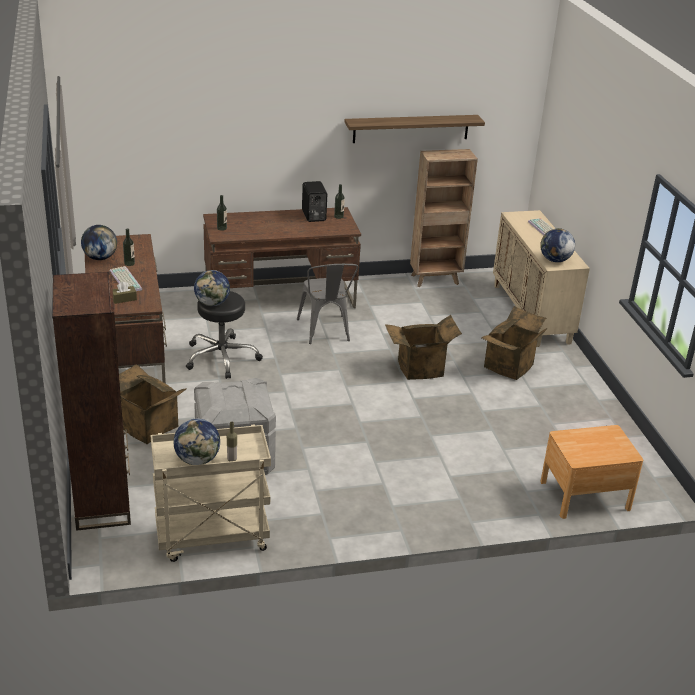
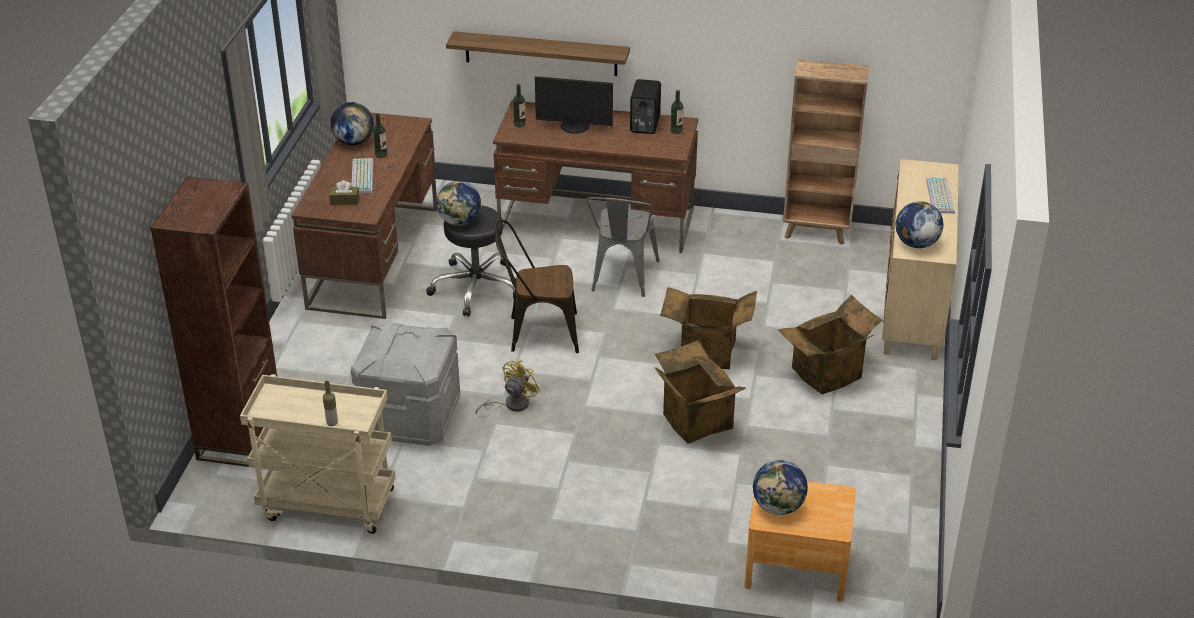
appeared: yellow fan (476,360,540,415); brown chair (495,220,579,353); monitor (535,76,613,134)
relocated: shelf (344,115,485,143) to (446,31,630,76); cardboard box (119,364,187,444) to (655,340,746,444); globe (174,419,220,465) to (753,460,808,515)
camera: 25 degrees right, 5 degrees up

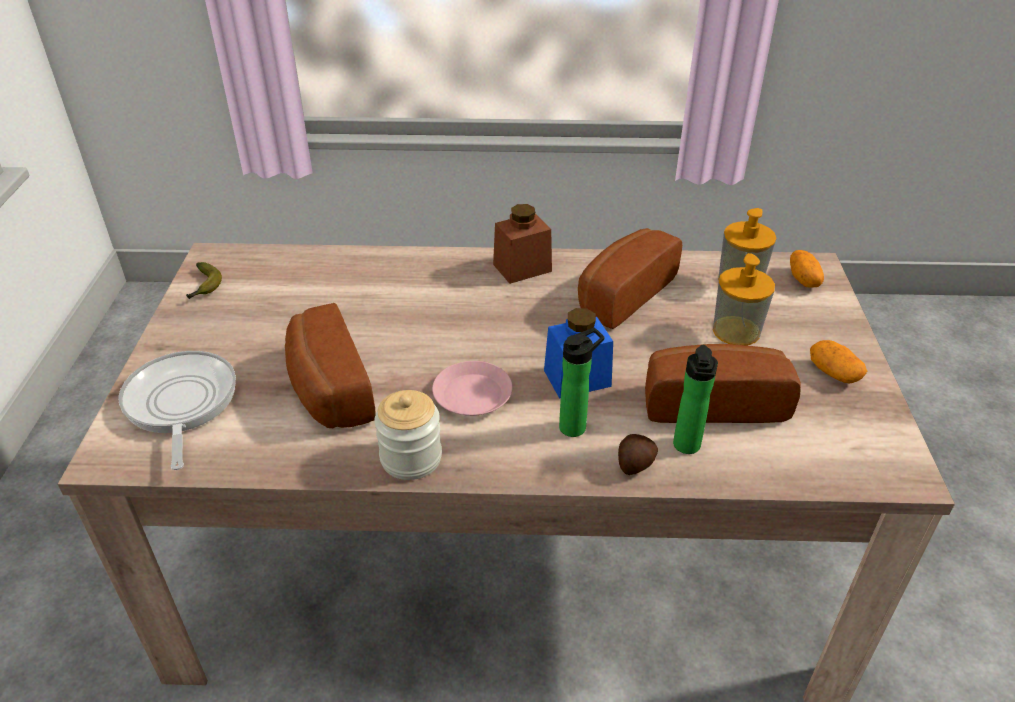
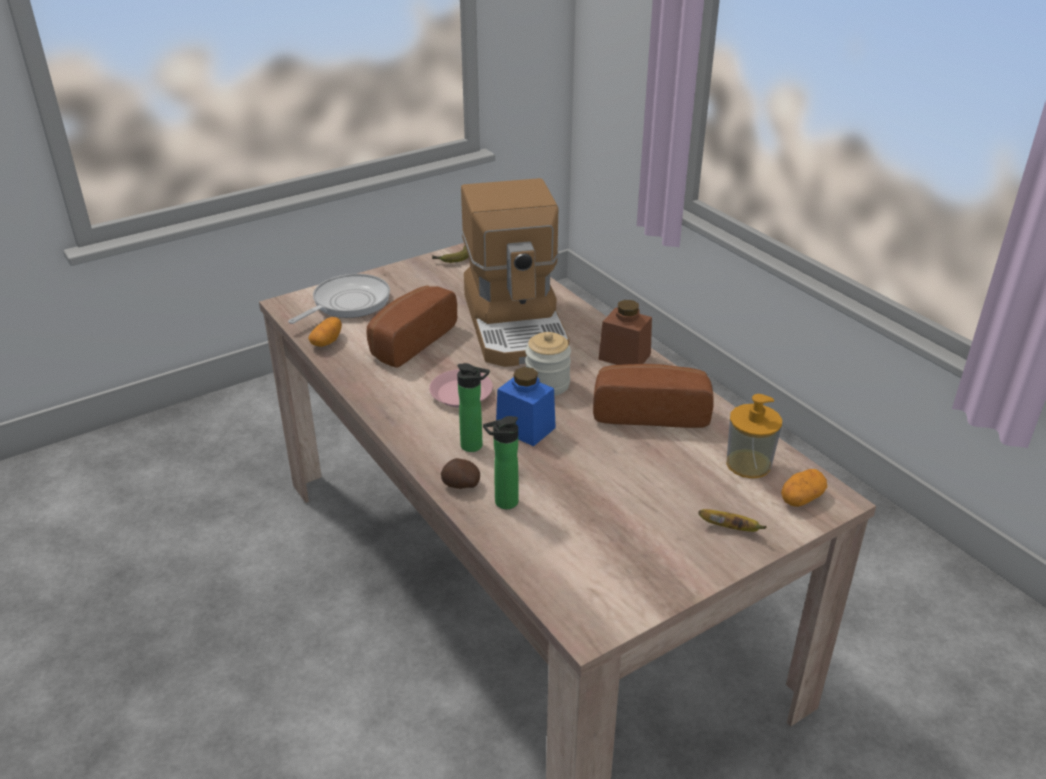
missing: bread (645,344,801,423); soap dispenser (713,253,775,346)
appeared: coffee machine (461,178,569,367); banana (699,509,767,532)
relocated: potato (810,340,867,383) to (308,317,342,347); jar (374,390,442,480) to (525,332,571,396)
camera: 55 degrees right, 5 degrees down

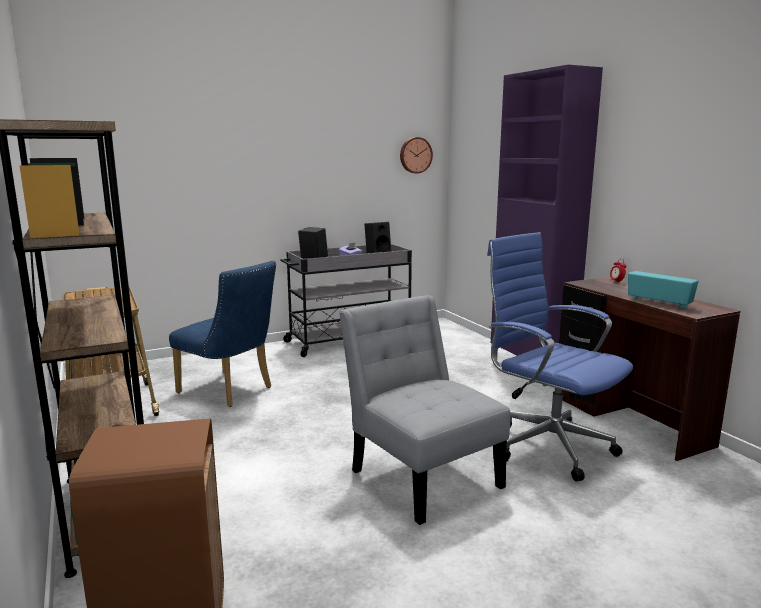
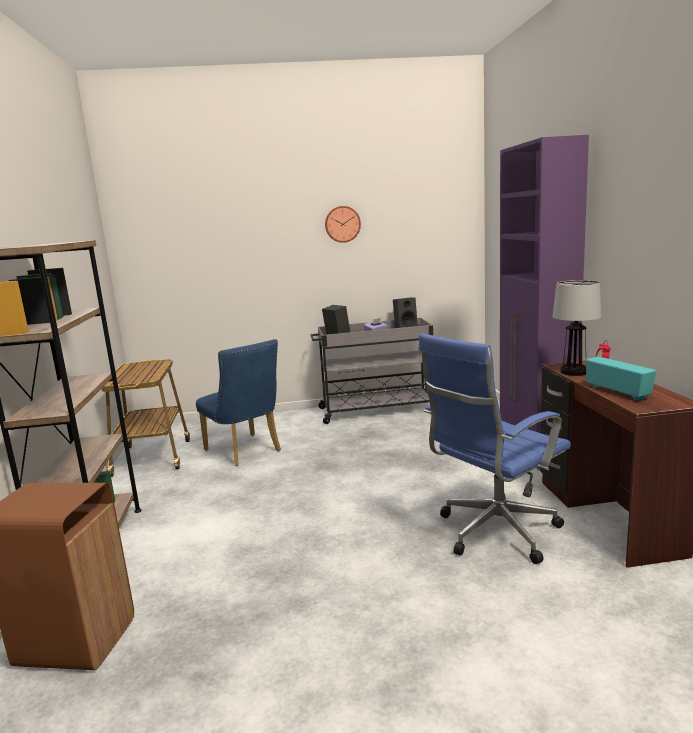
missing: grey chair (339,295,510,525)
appeared: table lamp (553,280,601,376)
relocated: wall clock (400,137,433,174) to (325,206,361,243)
spun: blue office chair (487,232,633,482) = (418,333,571,564) 105 degrees counterclockwise
camera: 20 degrees right, 0 degrees up

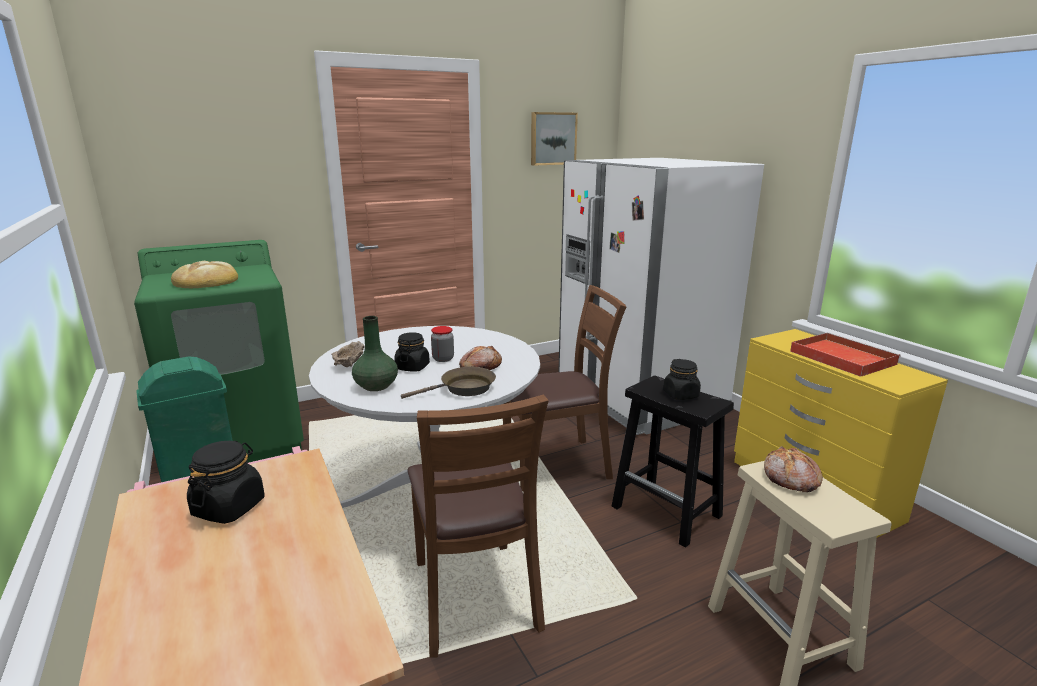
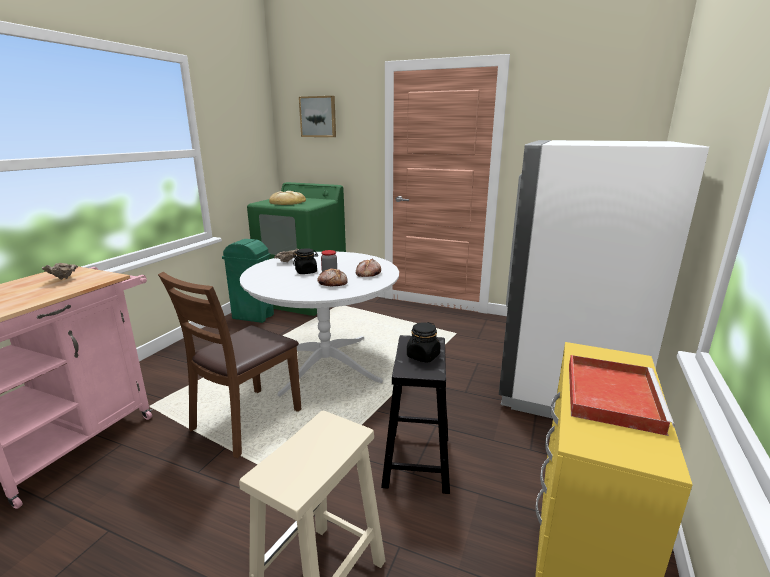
missing: green vase (352,316,398,391); brown frying pan (401,367,496,399); brown chair (503,285,626,491)
relocated: picture (531,112,578,166) to (299,96,336,137); bread (764,446,823,492) to (356,259,381,277)
exchanged: black jar (187,441,265,524) to beige bowl (42,263,78,280)
camera: 50 degrees right, 0 degrees up

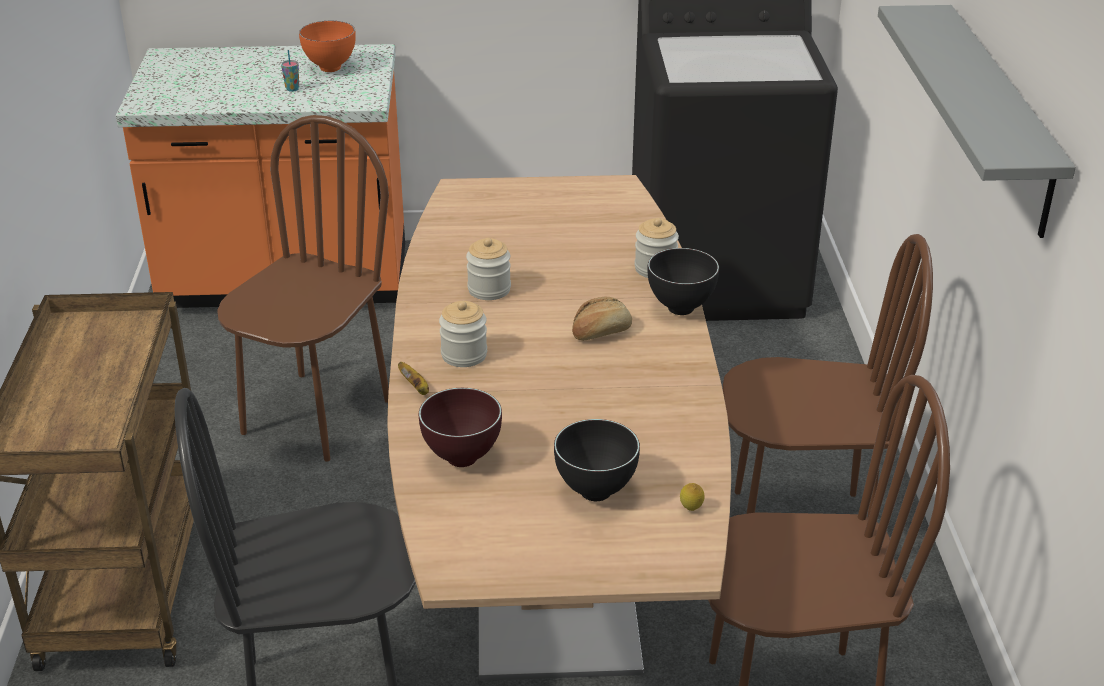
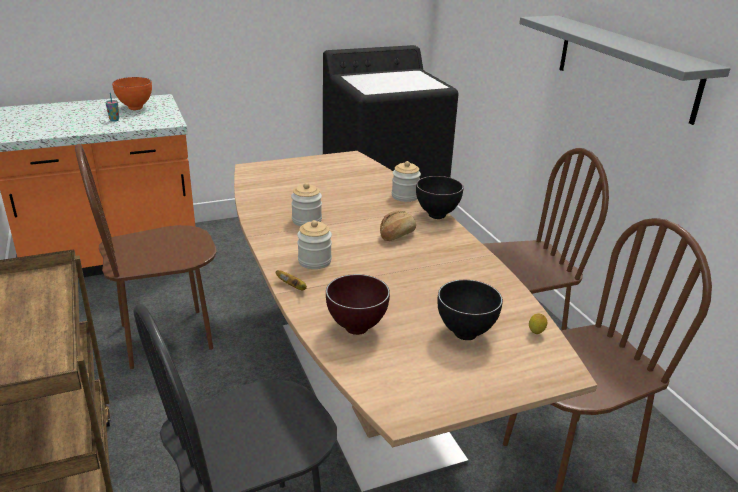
spun: brown chair (217,115,389,462) = (75,144,217,369) 120 degrees counterclockwise
camera: 20 degrees left, 5 degrees down

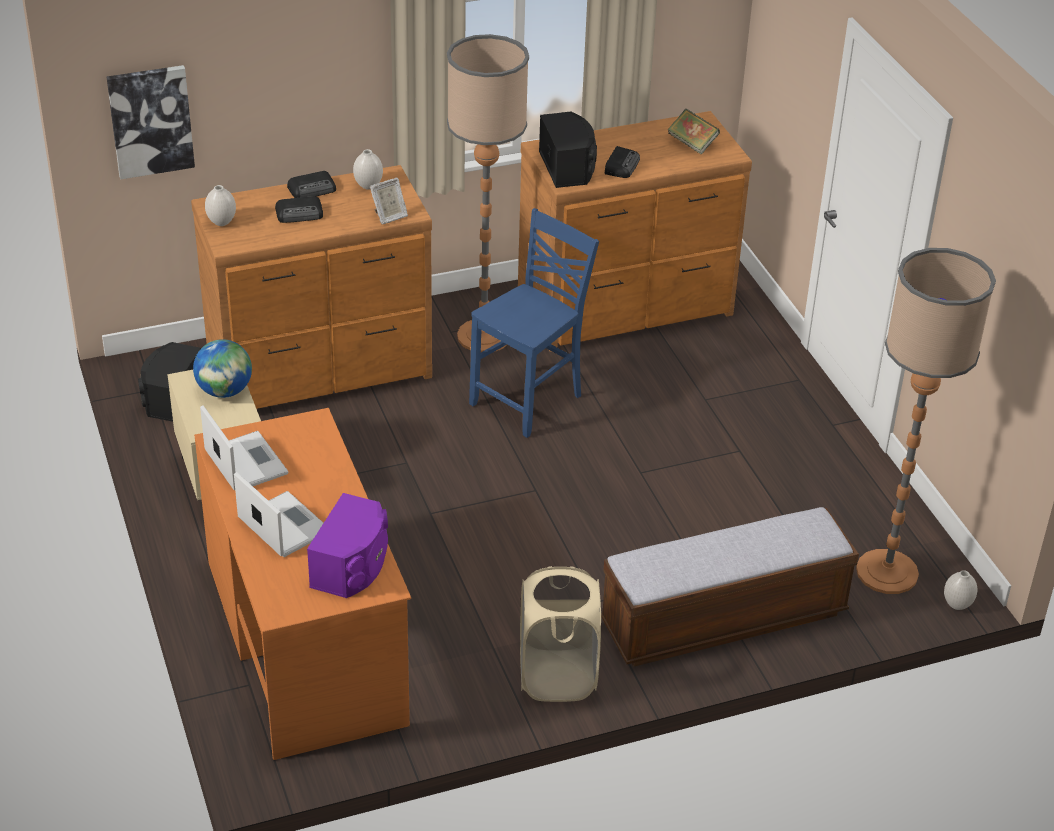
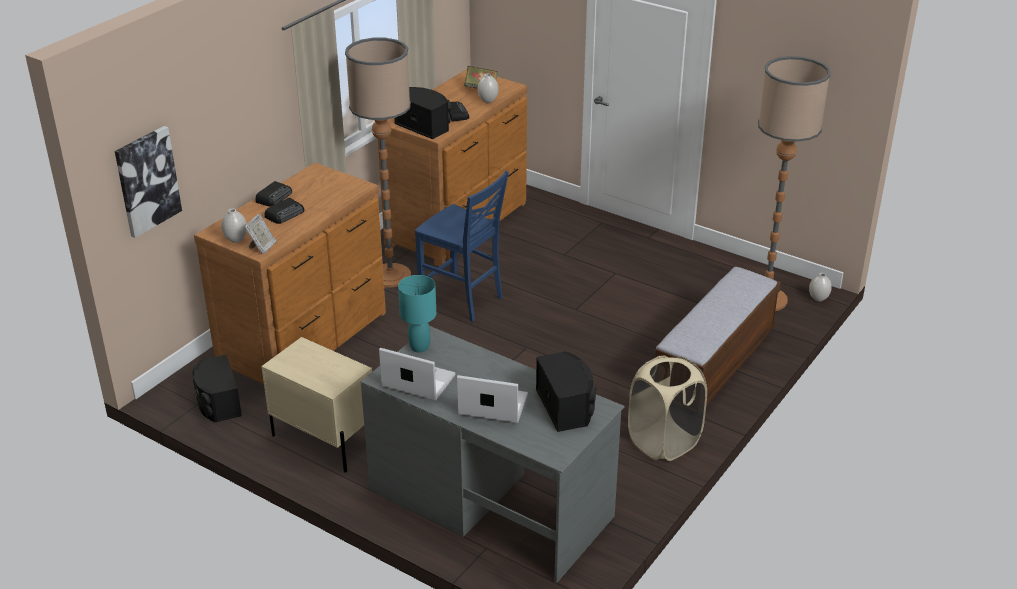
missing: globe (193,339,252,398)
appeared: turquoise table lamp (398,275,436,353)
relocated: picture frame (370,178,408,225) to (245,214,276,254); white vase (353,149,383,190) to (478,73,499,103)
colour: orange desk (194,408,411,760) to grey desk (360,326,625,583); purple speaker (307,493,388,598) to black speaker (536,351,596,432)
spun: blue chair (469,208,599,438) = (415,171,509,322) 120 degrees clockwise
camera: 35 degrees left, 5 degrees down

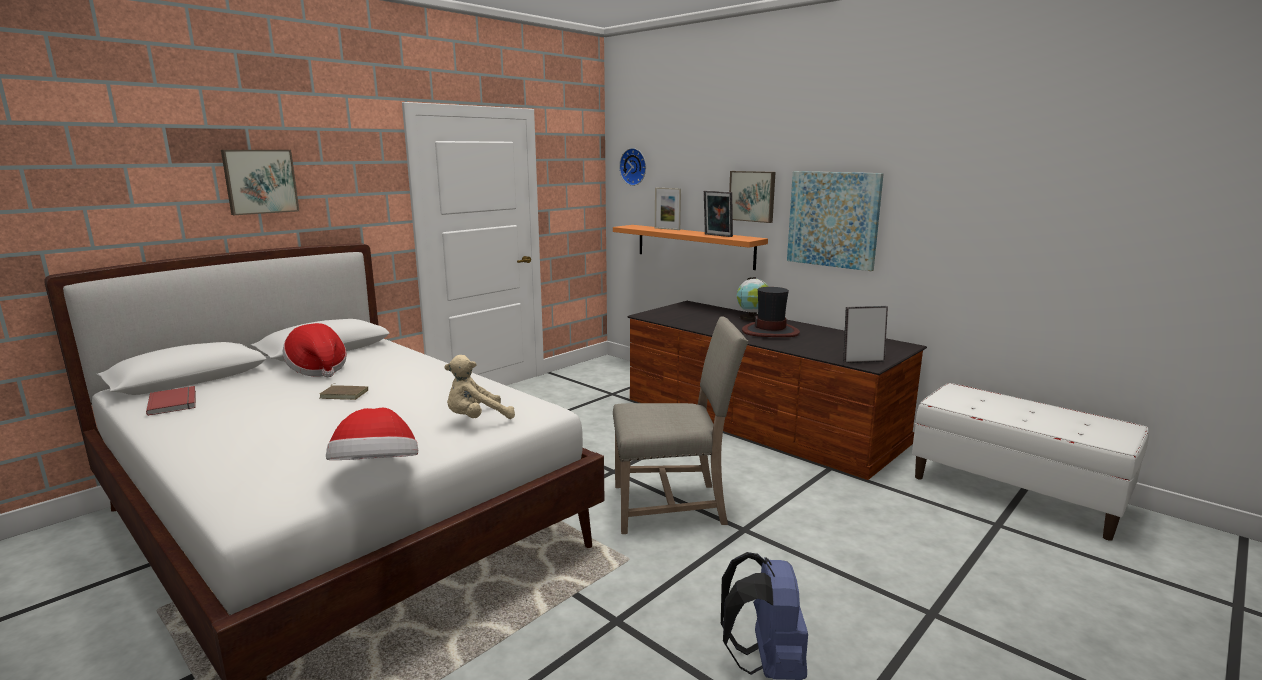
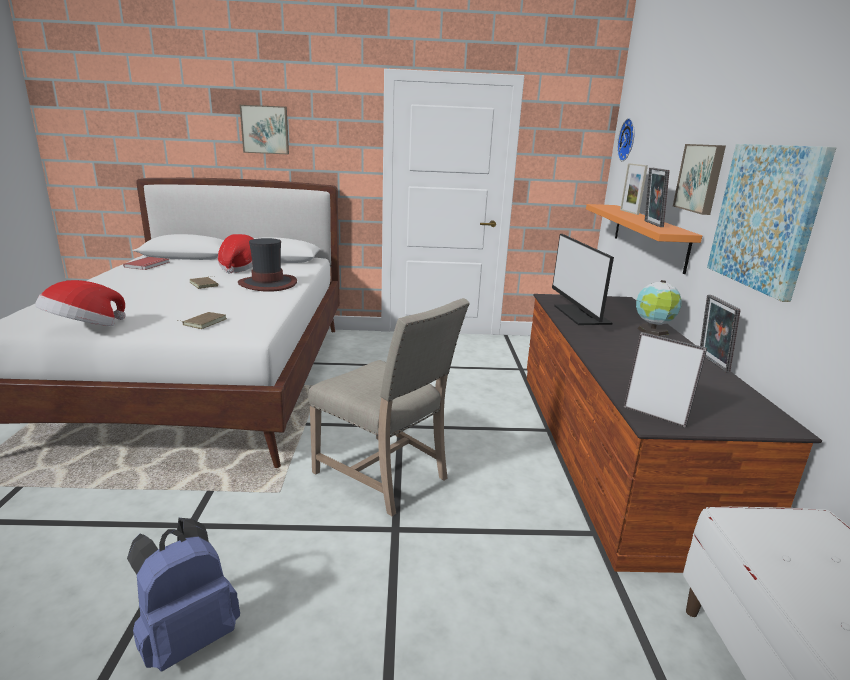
appeared: monitor (552,234,614,325); picture frame (700,295,741,373)
relocated: hat (742,287,800,337) to (238,238,297,292)
exchanged: beige plush toy (444,355,515,419) to brown book (177,312,226,329)
camera: 45 degrees right, 5 degrees up

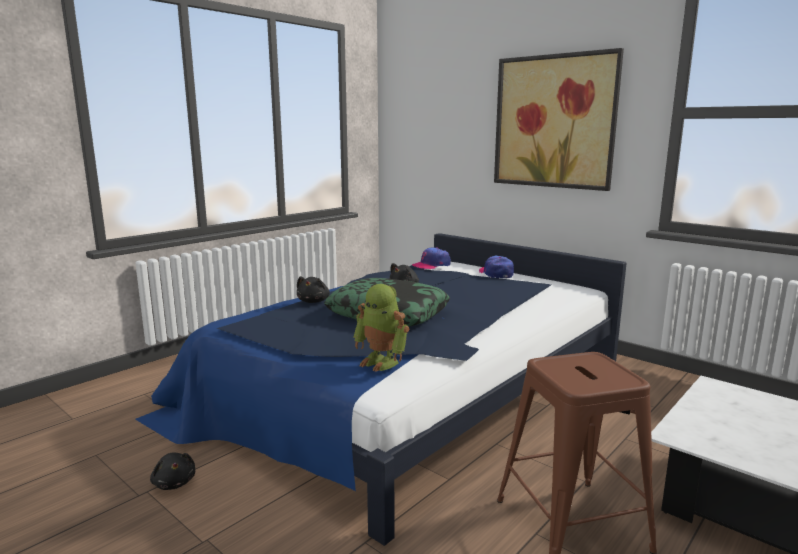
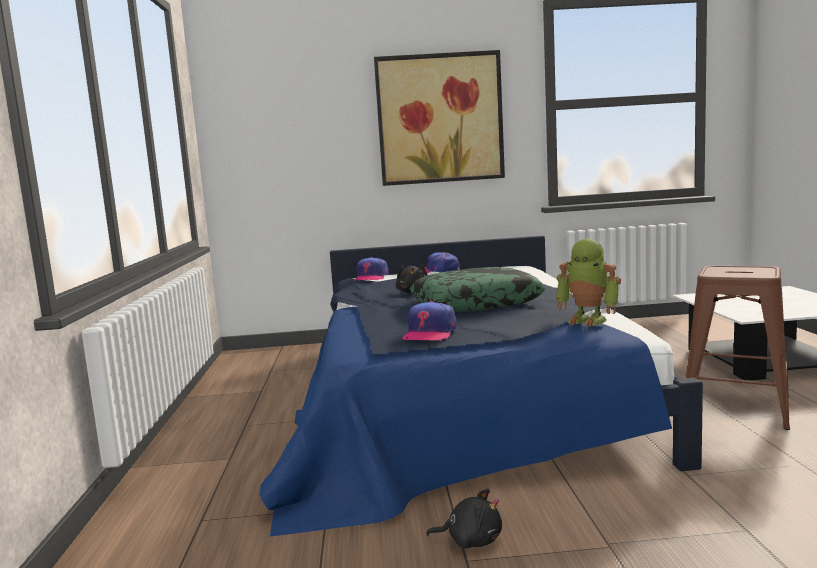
missing: black plush toy (297,276,330,303)
appeared: cap (402,301,457,341)
spun: toy robot (354,284,409,372) = (556,239,621,326) 45 degrees clockwise
camera: 45 degrees left, 5 degrees down

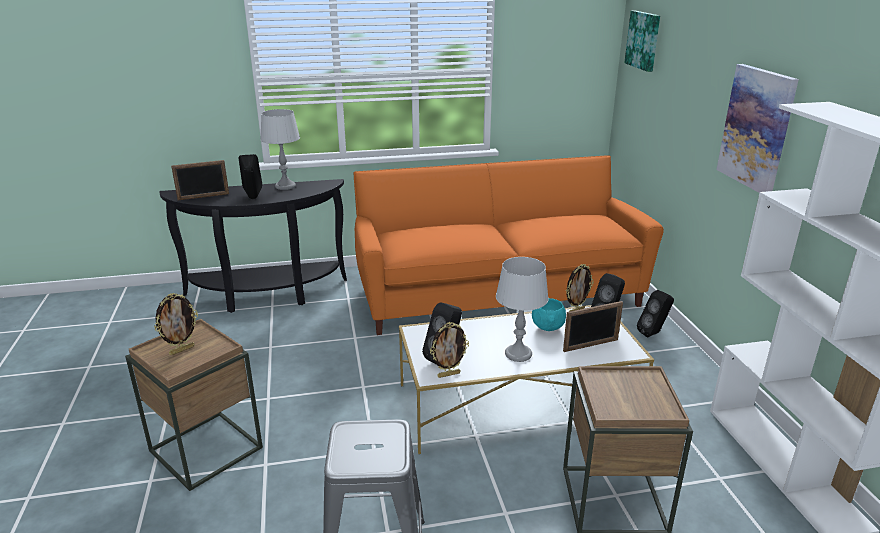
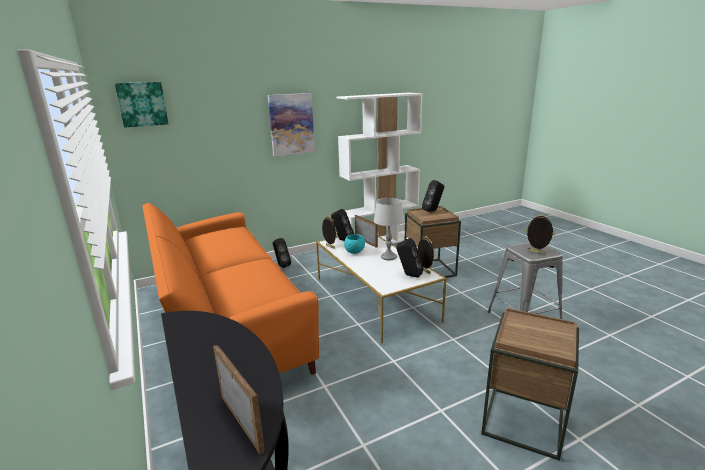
missing: grey table lamp (260,109,300,190)
relocated: black speaker (239,154,262,199) to (422,180,444,212); picture frame (154,293,198,355) to (526,214,555,254)
camera: 105 degrees left, 5 degrees down

